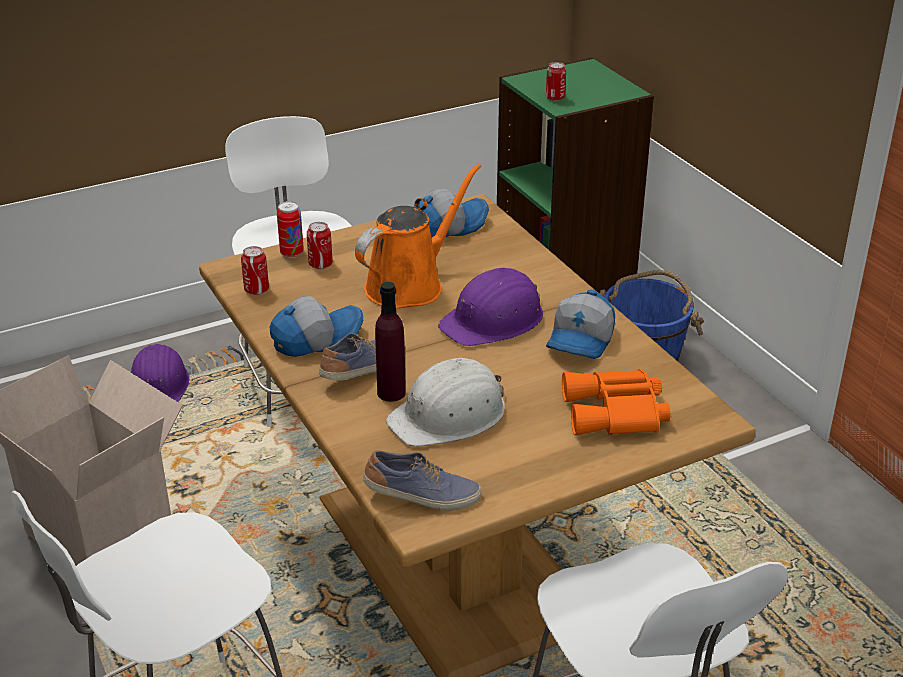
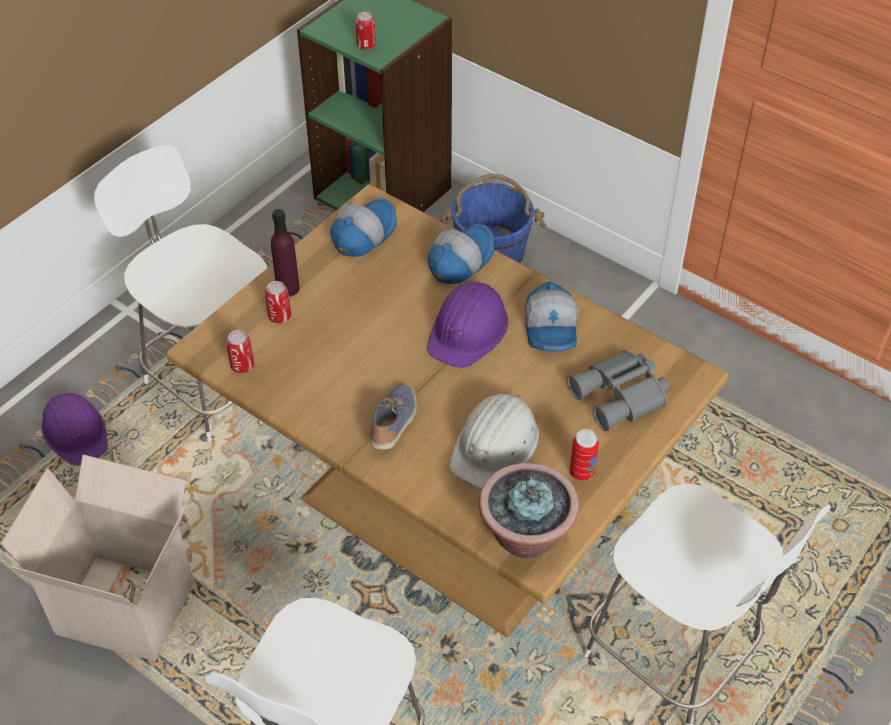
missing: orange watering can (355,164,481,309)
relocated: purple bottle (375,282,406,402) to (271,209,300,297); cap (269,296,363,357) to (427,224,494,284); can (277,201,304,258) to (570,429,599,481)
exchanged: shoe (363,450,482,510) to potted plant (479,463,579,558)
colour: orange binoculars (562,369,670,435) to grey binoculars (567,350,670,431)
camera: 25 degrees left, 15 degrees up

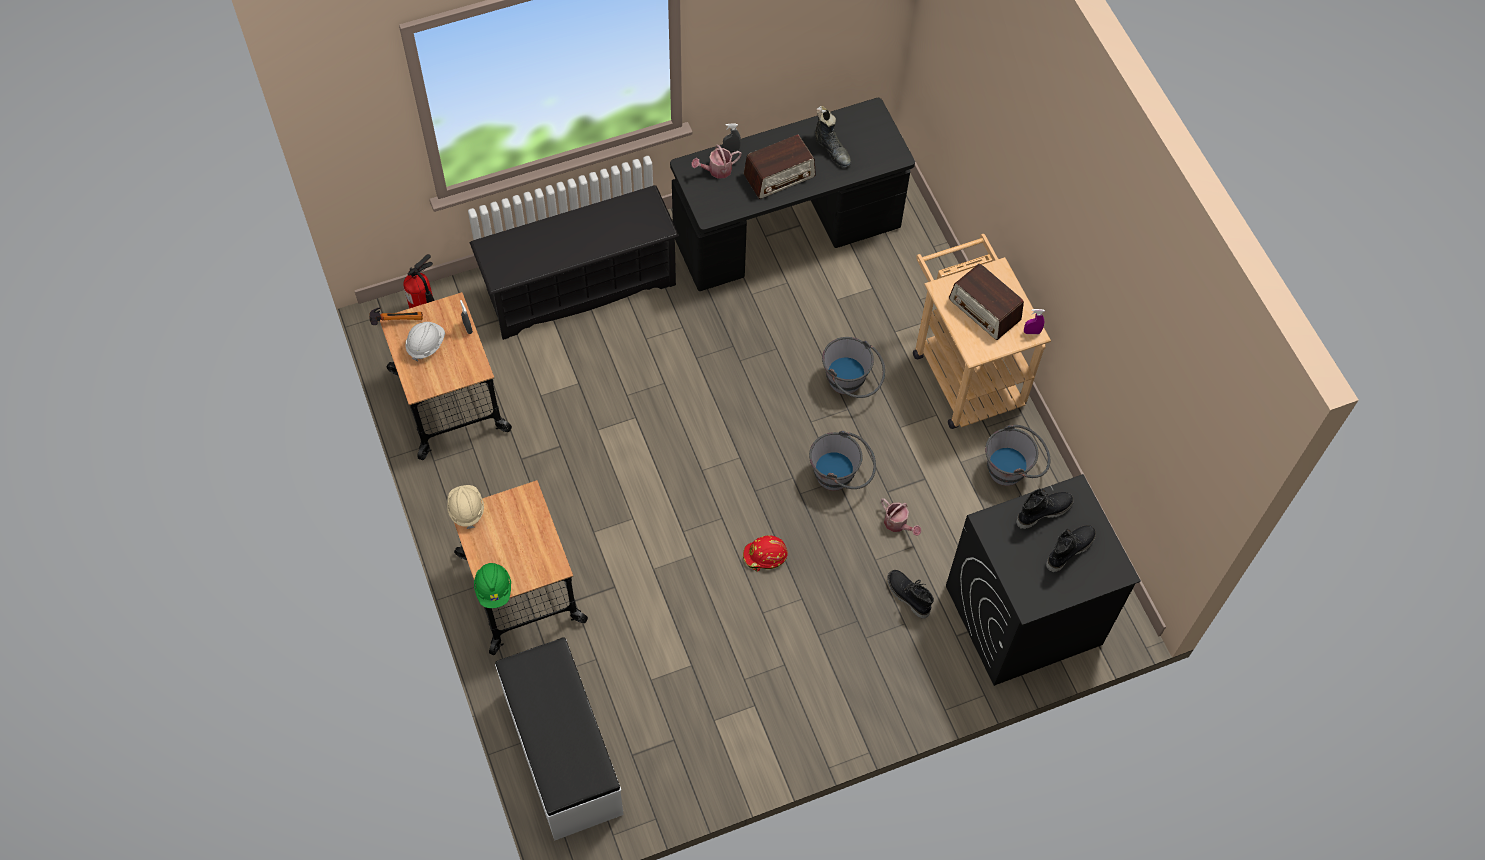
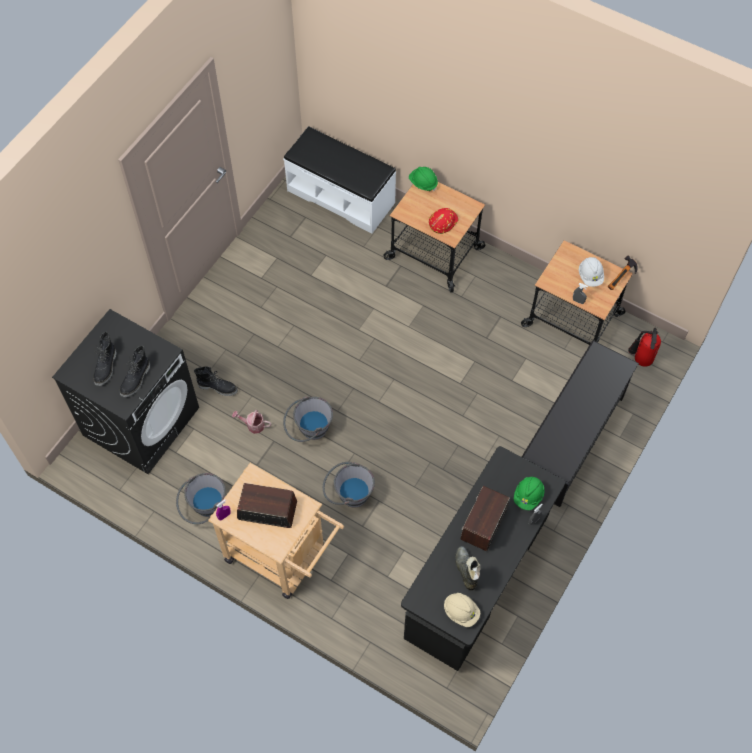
relocated: red hard hat (743,535,788,571) to (429,208,459,234); beige hard hat (447,485,484,529) to (444,593,480,627)
exchanged: watering can (691,144,742,179) to green hard hat (514,477,545,510)
spun: black boot (815,106,852,167) = (455,546,481,590) 60 degrees clockwise
camera: 145 degrees right, 0 degrees up

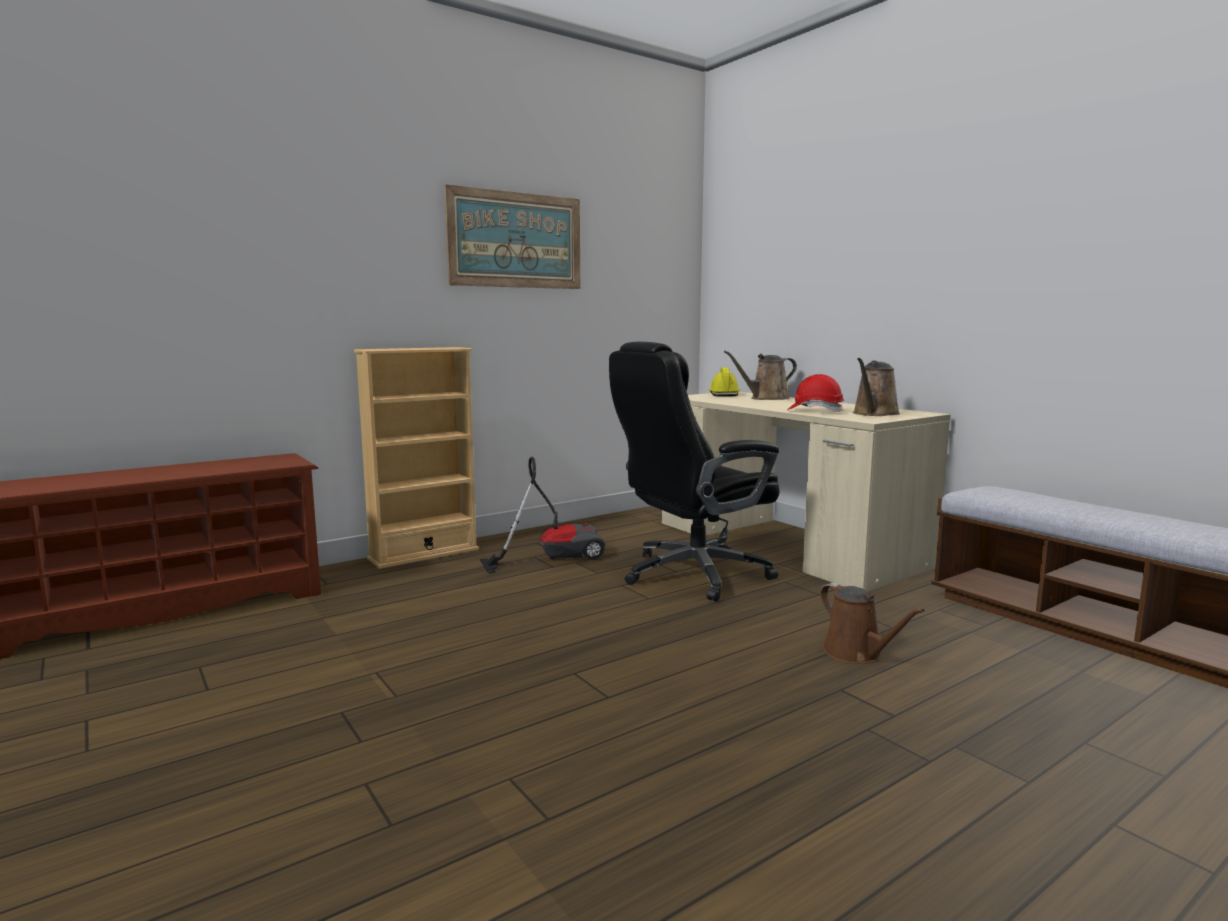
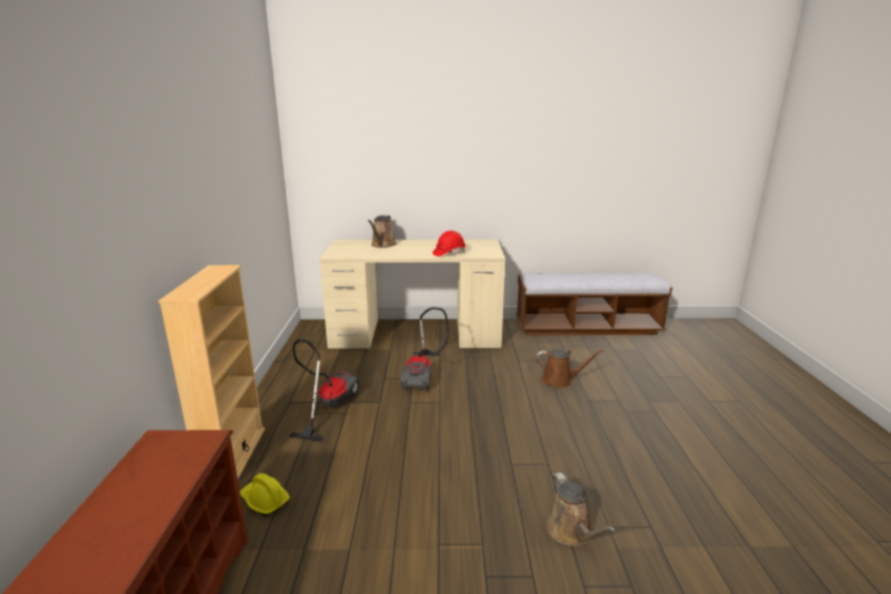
missing: picture (444,184,580,289)
relocated: yellow hard hat (709,368,740,396) to (240,473,290,516); brown watering can (853,358,900,416) to (547,472,616,546)
exchanged: black office chair (609,342,780,602) to vacuum cleaner (400,307,449,391)
camera: 55 degrees left, 10 degrees up

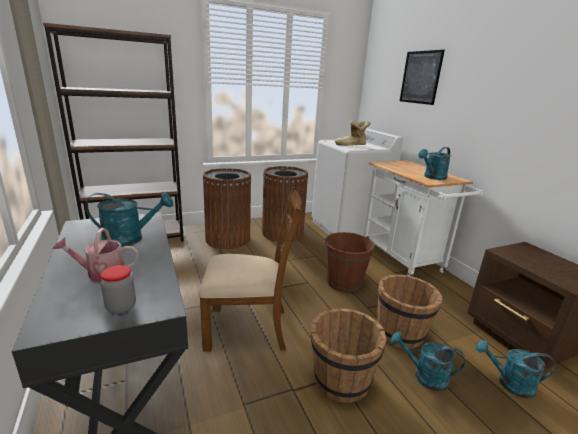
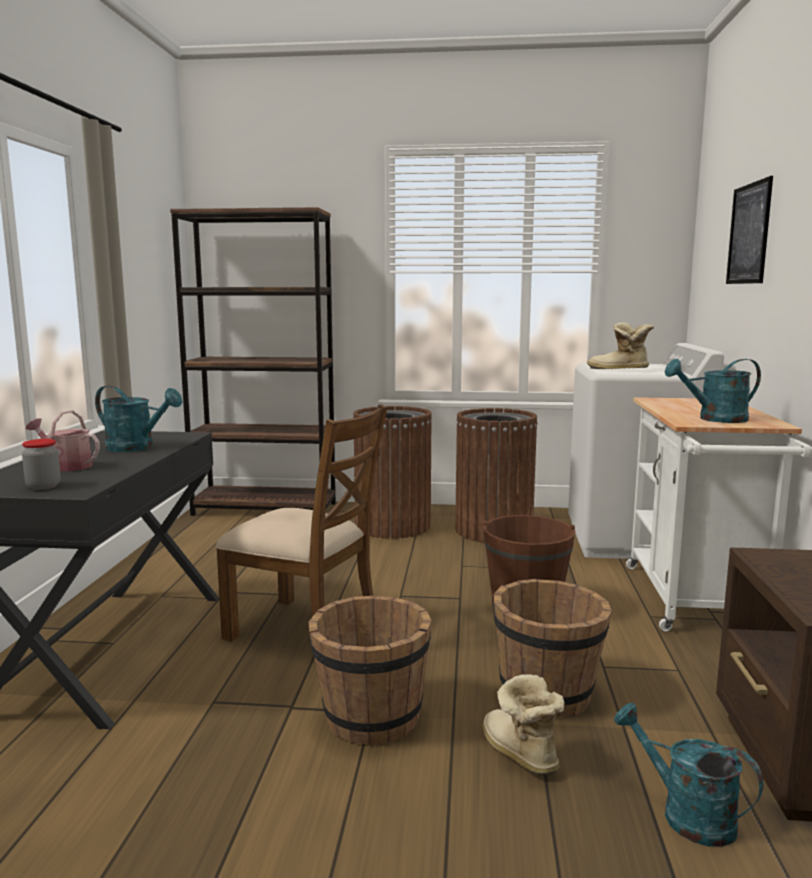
exchanged: turquoise watering can (391,332,465,391) to boot (483,674,564,775)
camera: 30 degrees right, 10 degrees down

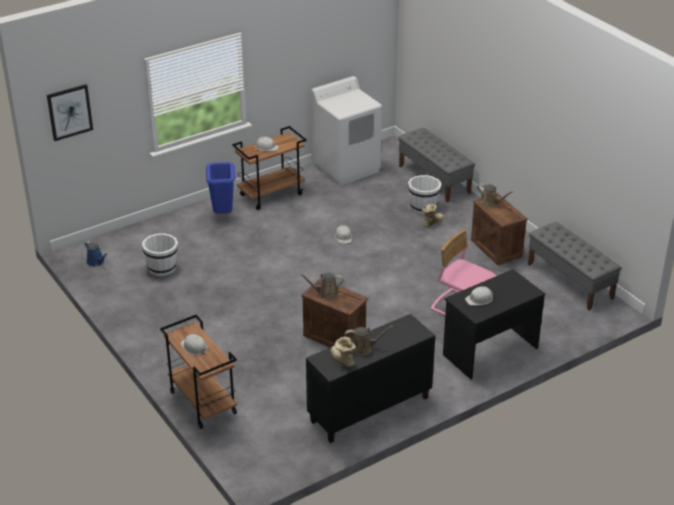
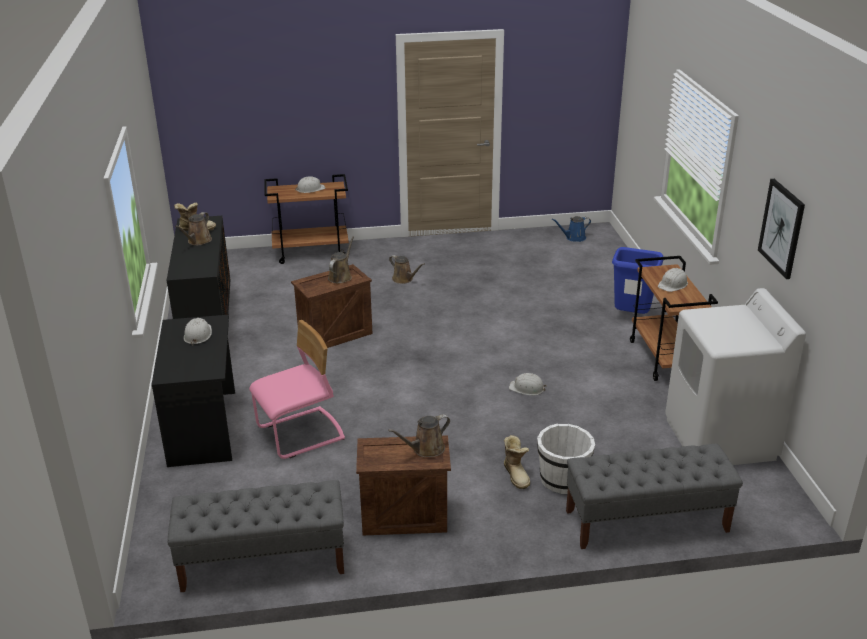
missing: white bucket (142,233,178,276)
appeared: brown watering can (389,255,424,284)
relocated: picture (47,84,93,141) to (758,179,805,279)
camera: 115 degrees right, 5 degrees down

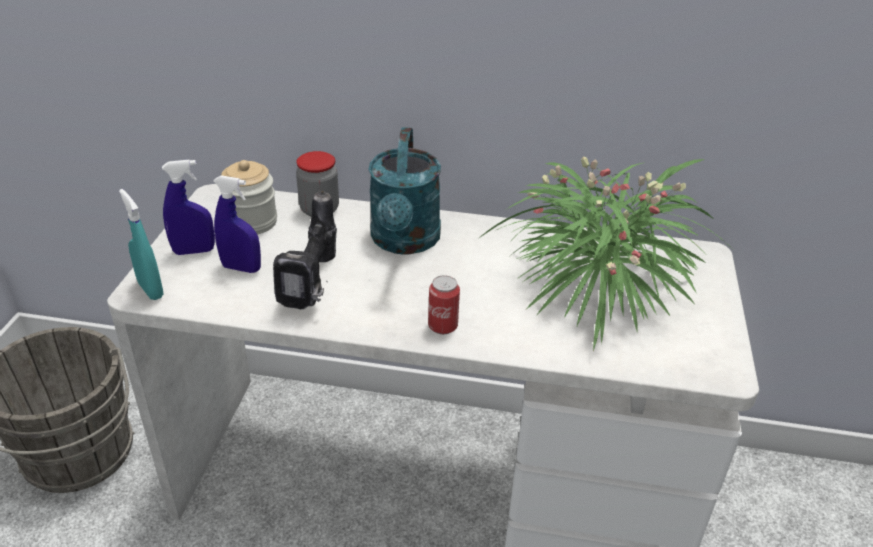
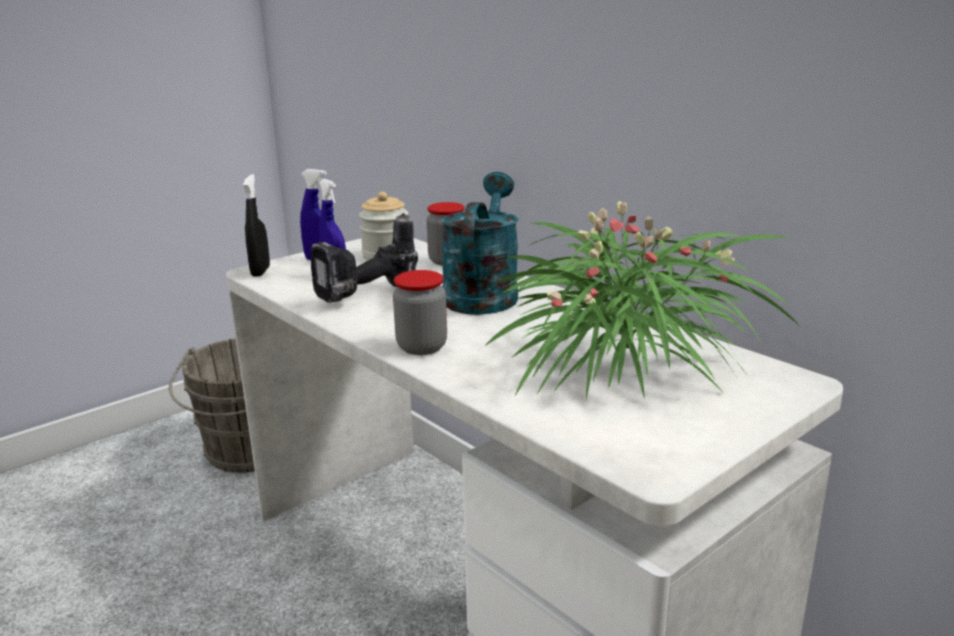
exchanged: can (428,275,460,334) to jar (393,270,447,355)
colour: turquoise spray bottle (119,189,164,300) to black spray bottle (243,174,270,276)
spun: turquoise watering can (368,127,441,254) = (441,172,519,315) 150 degrees clockwise
camera: 40 degrees right, 15 degrees down

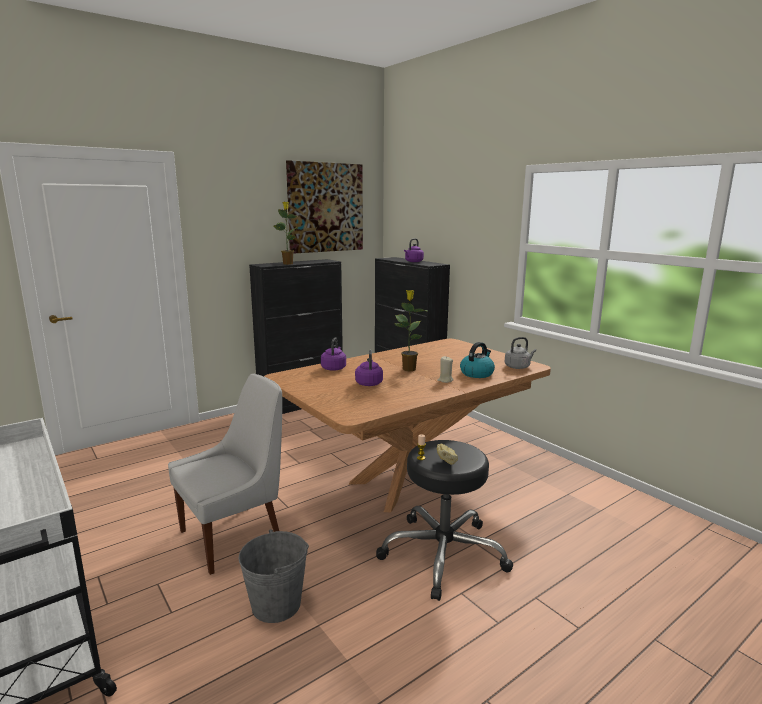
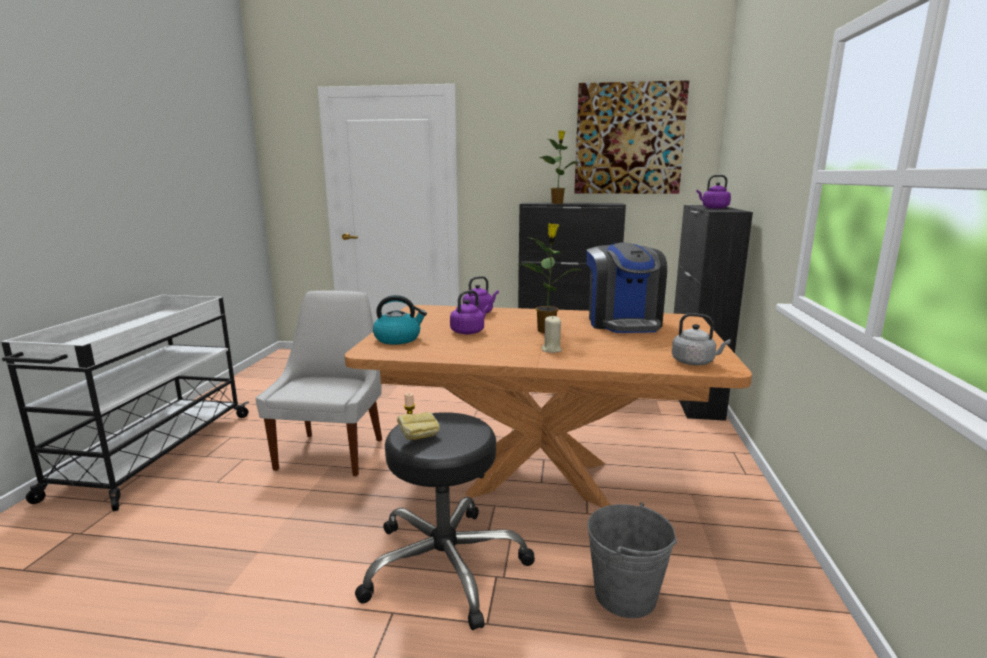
appeared: coffee machine (586,242,667,333)
relocated: kettle (460,342,495,378) to (373,295,427,344); grey bucket (238,529,309,623) to (587,502,677,618)
spun: white chair (168,373,282,575) = (256,290,382,476) 90 degrees counterclockwise
camera: 45 degrees right, 0 degrees up

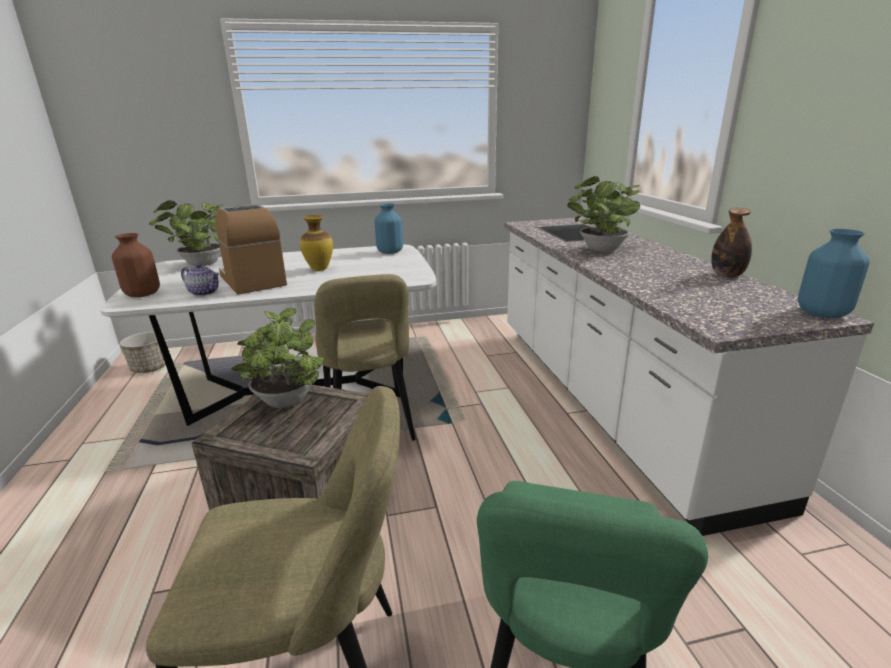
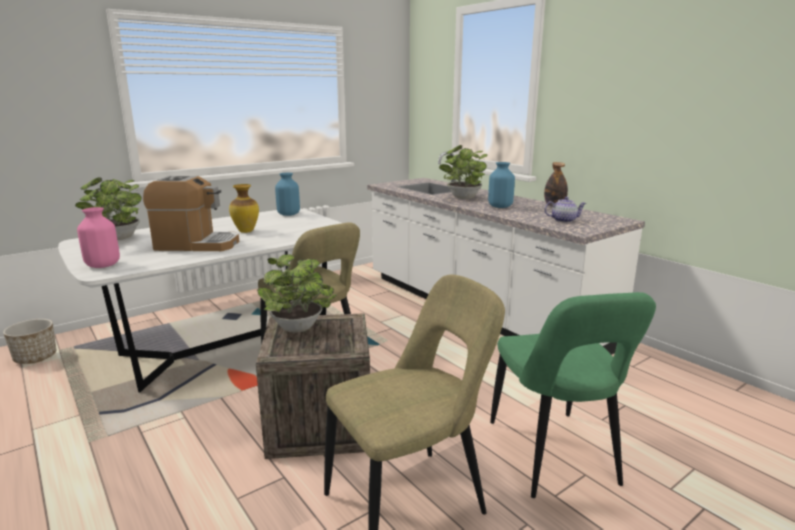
relocated: blue vase (798,229,870,318) to (488,162,515,208); teapot (181,264,220,296) to (544,197,587,223)
colour: brown vase (112,233,160,297) to pink vase (77,207,120,268)
spun: coffee machine (216,204,287,295) = (143,176,239,251) 150 degrees clockwise
camera: 25 degrees left, 5 degrees down

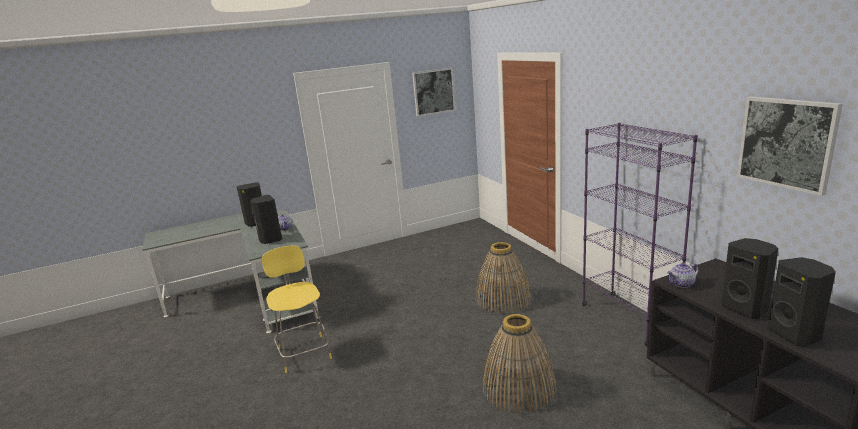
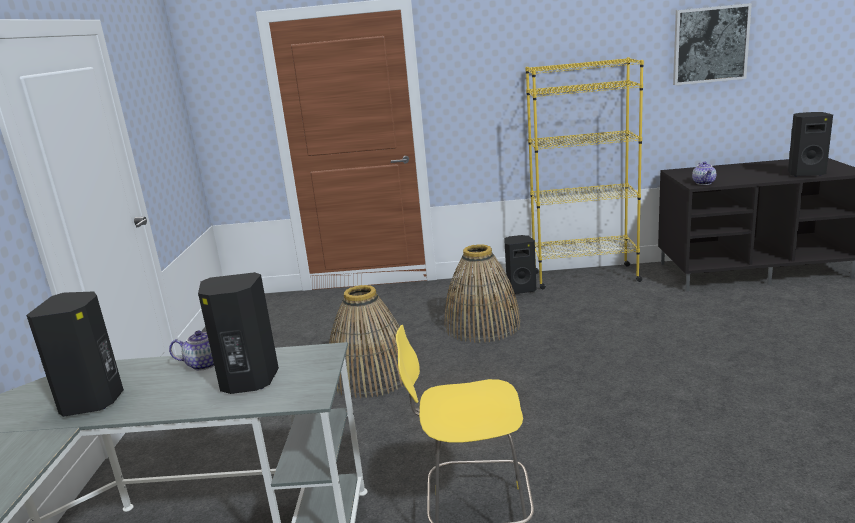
missing: picture (412,68,456,117)
relocated: basket (482,314,557,414) to (329,285,402,398); black speaker (721,238,778,319) to (504,235,536,294)
colour: purple bookcase (582,123,698,347) to yellow bookcase (525,57,644,290)
camera: 65 degrees left, 0 degrees up

